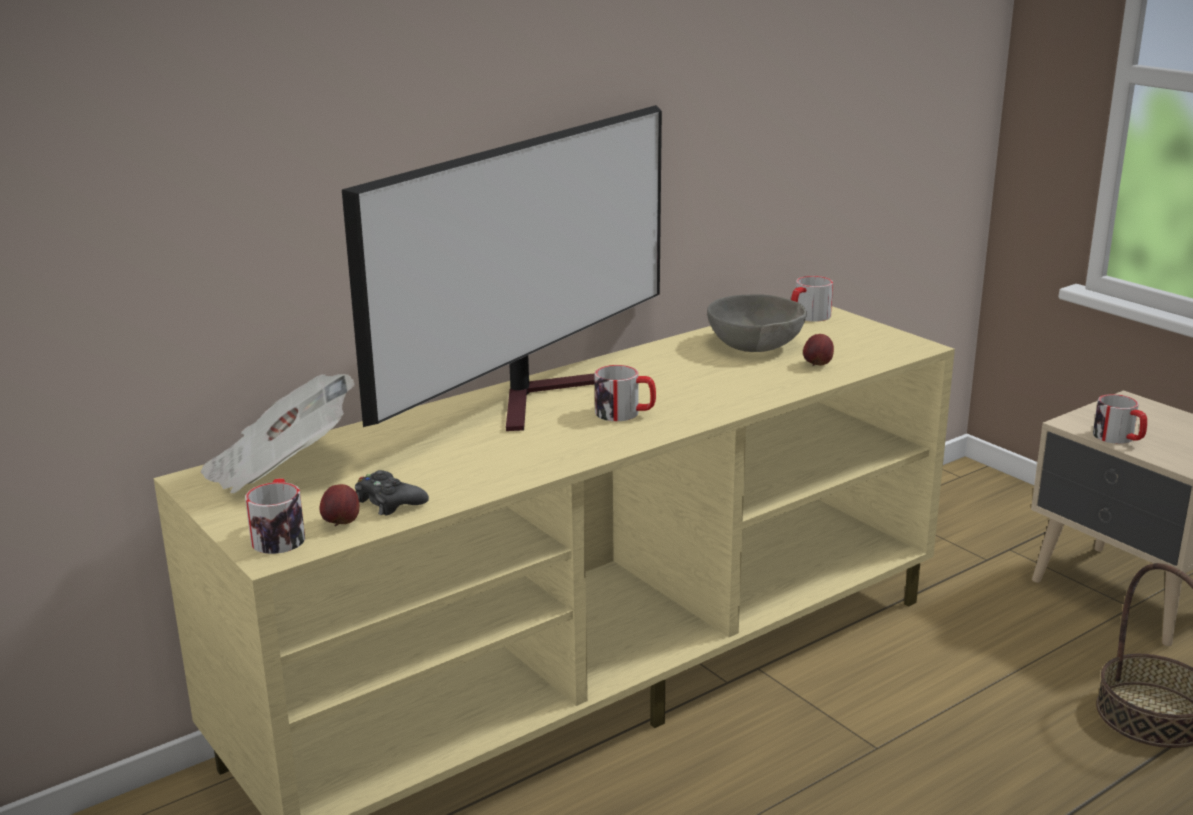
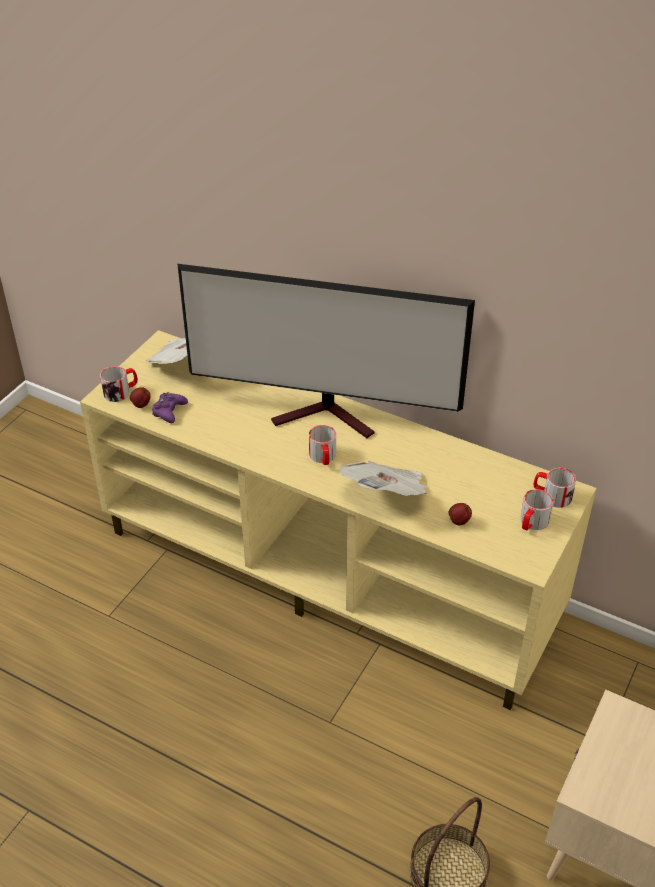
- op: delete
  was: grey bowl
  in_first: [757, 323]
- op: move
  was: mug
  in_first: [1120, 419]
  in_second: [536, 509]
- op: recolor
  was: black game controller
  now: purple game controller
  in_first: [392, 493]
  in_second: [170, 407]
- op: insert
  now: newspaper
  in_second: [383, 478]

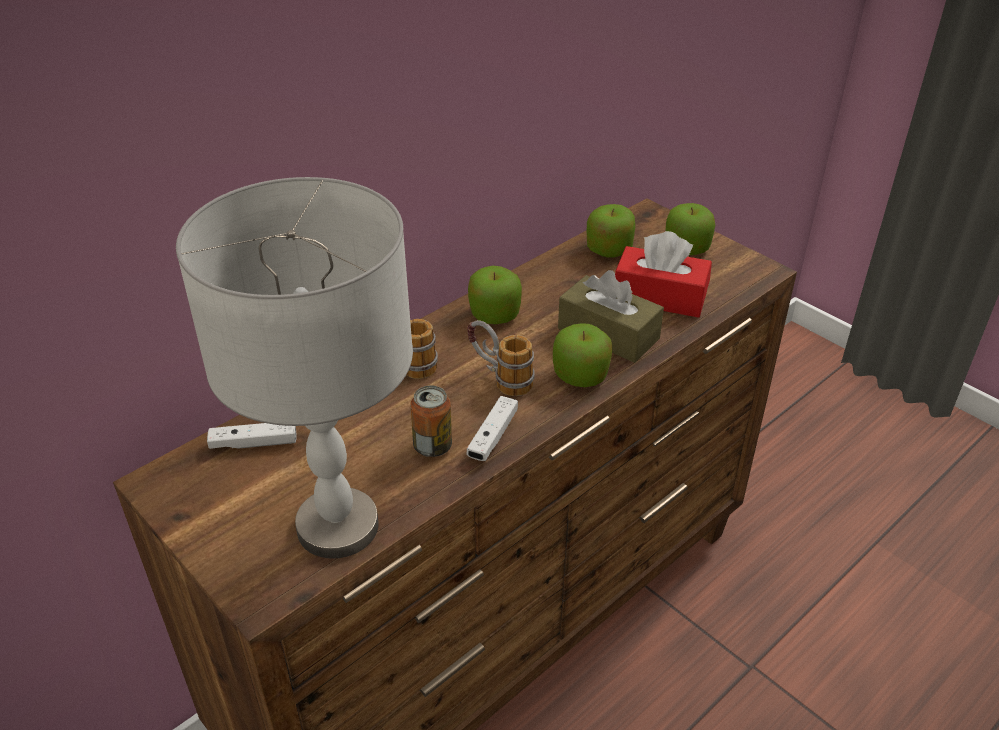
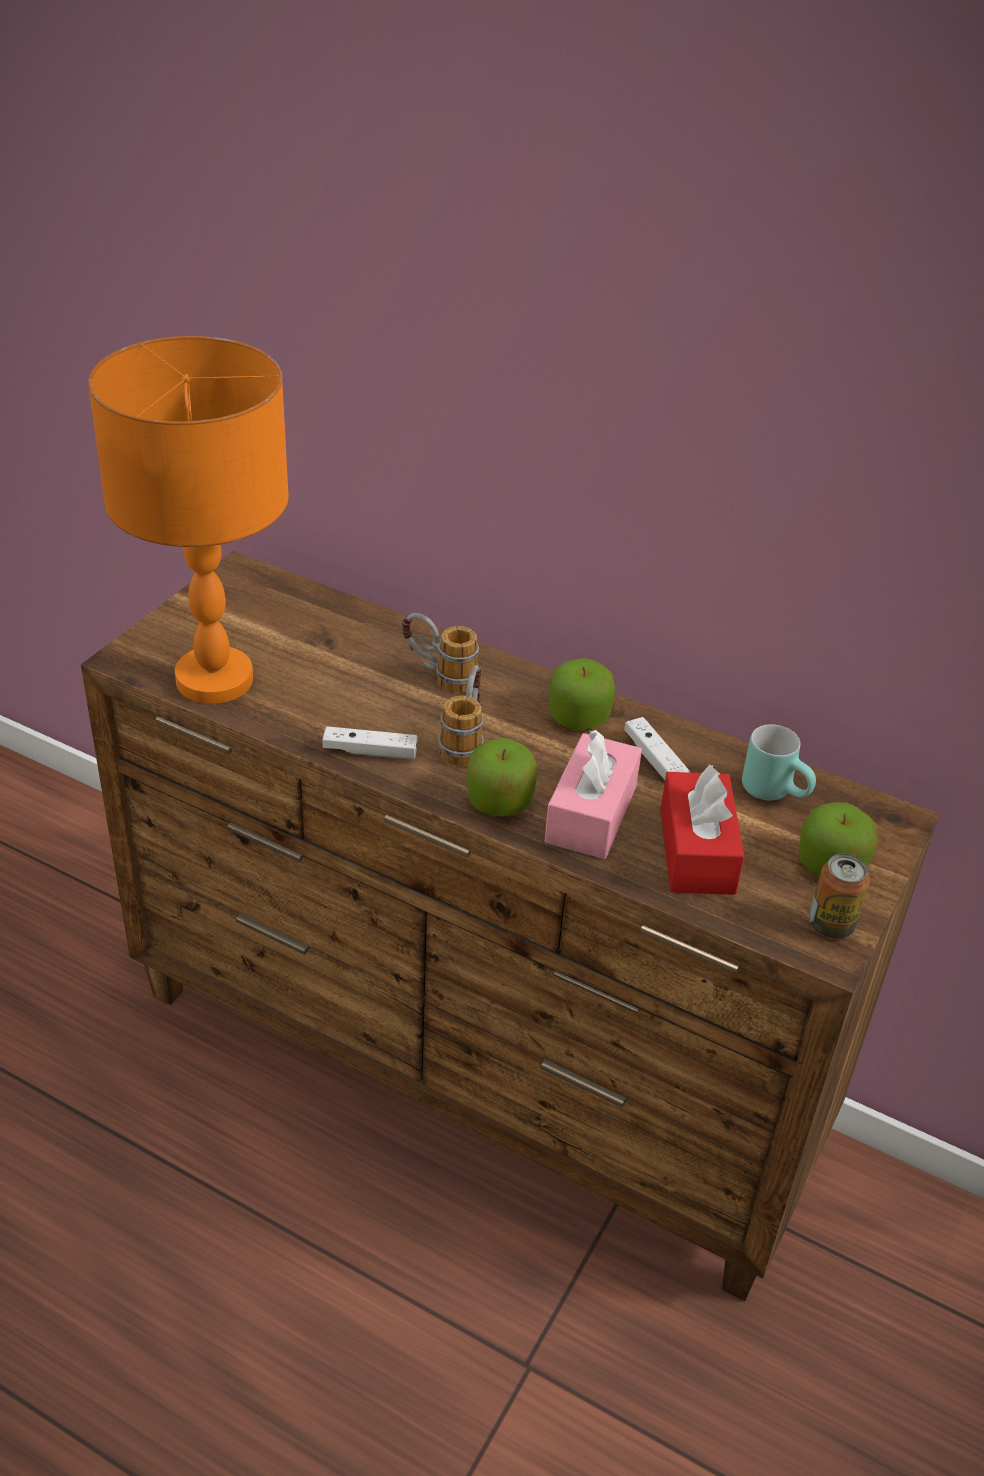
- op: recolor
  was: grey table lamp
  now: orange table lamp
  in_first: [294, 368]
  in_second: [188, 520]
- op: replace
  was: apple
  now: turquoise mug
  in_first: [611, 231]
  in_second: [779, 762]
- op: recolor
  was: brown tissue box
  now: pink tissue box
  in_first: [611, 316]
  in_second: [593, 794]
- op: move
  was: can
  in_first: [431, 421]
  in_second: [839, 896]
- op: move
  was: white game controller
  in_first: [252, 436]
  in_second: [657, 748]

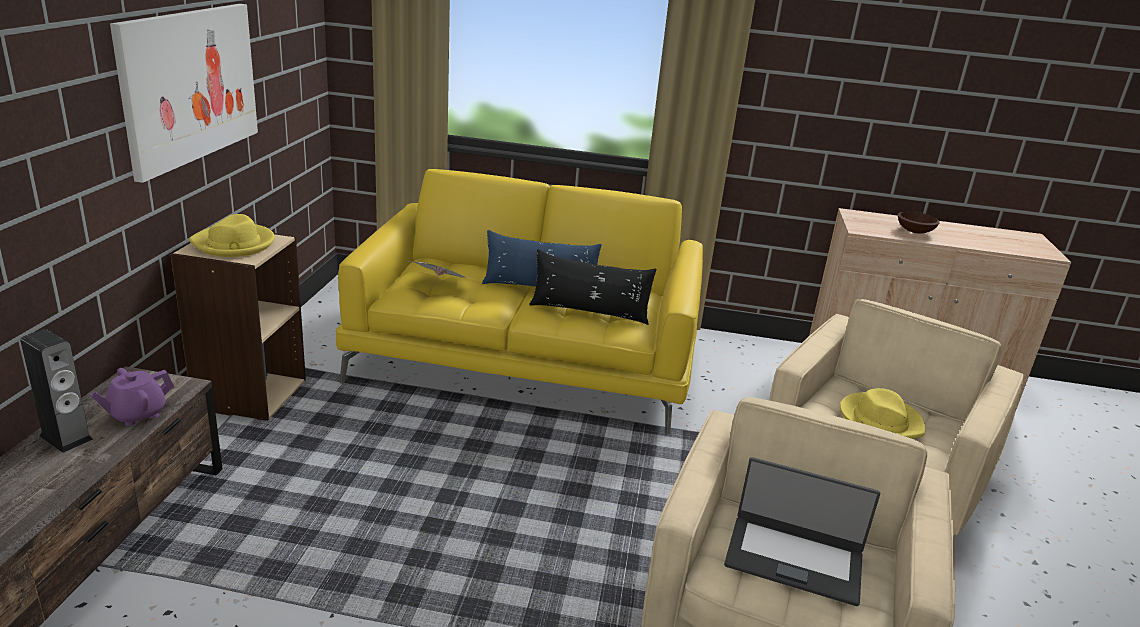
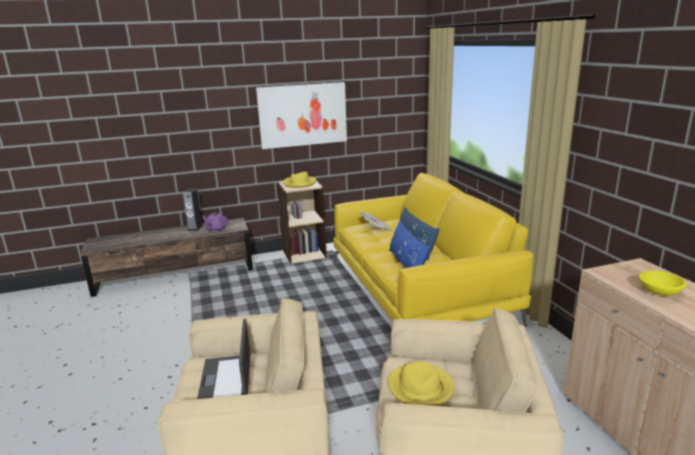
- op: recolor
  was: brown bowl
  now: yellow bowl
  in_first: [919, 222]
  in_second: [663, 283]
- op: recolor
  was: black pillow
  now: blue pillow
  in_first: [592, 287]
  in_second: [409, 244]

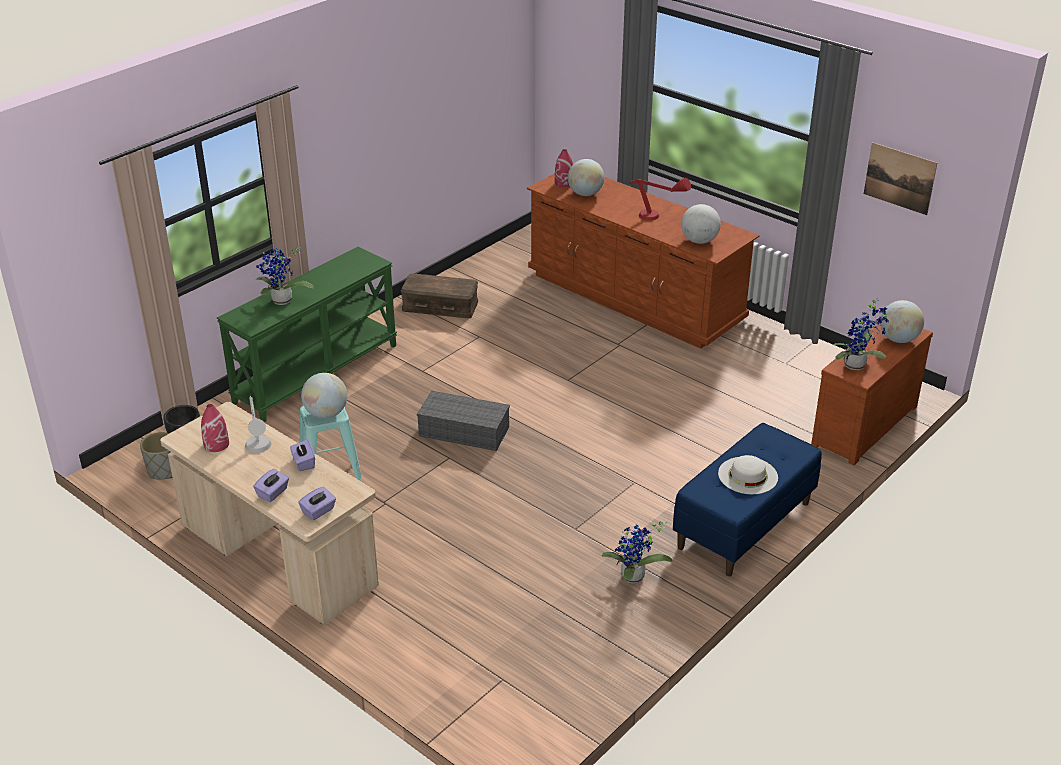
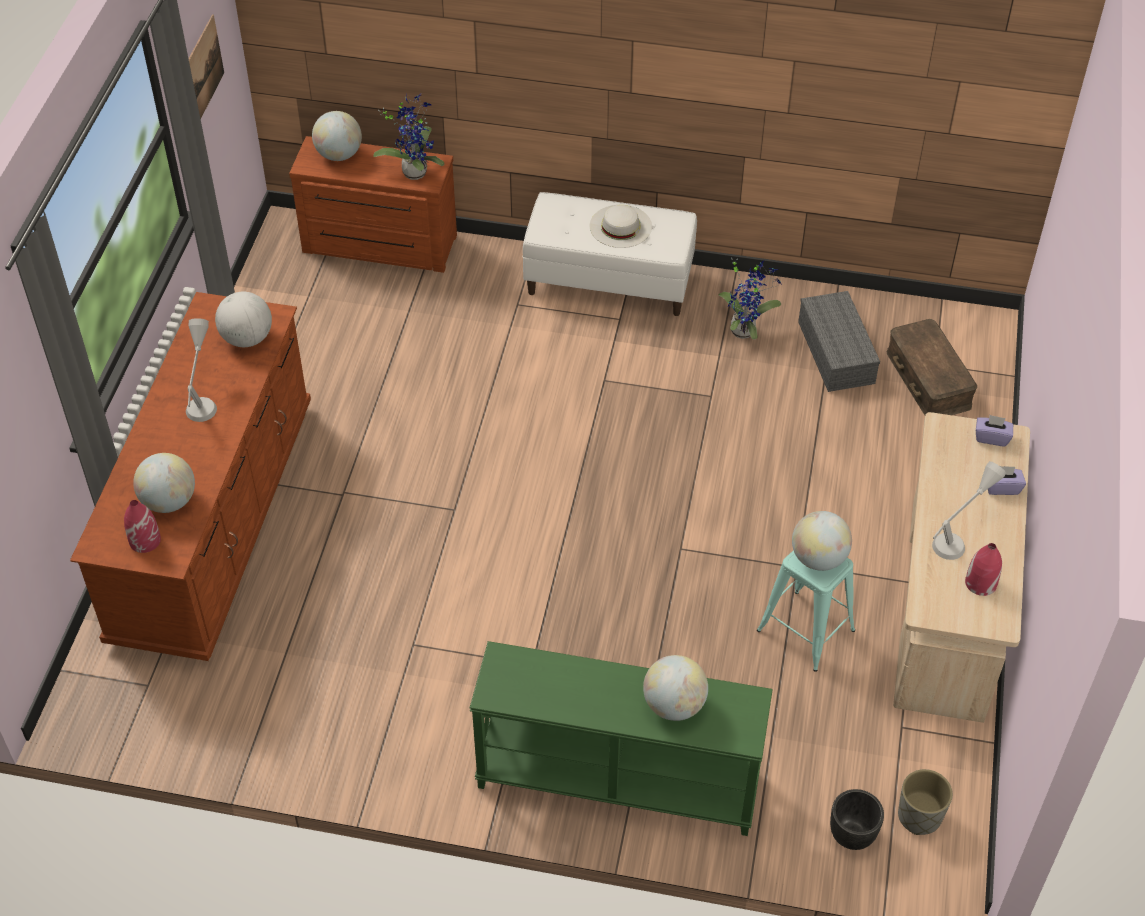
- op: recolor
  was: red table lamp
  now: grey table lamp
  in_first: [660, 199]
  in_second: [201, 370]
- op: replace
  was: potted plant
  now: globe
  in_first: [285, 276]
  in_second: [675, 688]
- op: move
  was: brown storage box
  in_first: [439, 296]
  in_second: [932, 367]
- op: move
  was: grey storage box
  in_first: [463, 421]
  in_second: [839, 341]
- op: recolor
  was: blue bench
  now: white bench
  in_first: [747, 499]
  in_second: [610, 254]
- op: delete
  was: purple tissue box
  in_first: [302, 455]

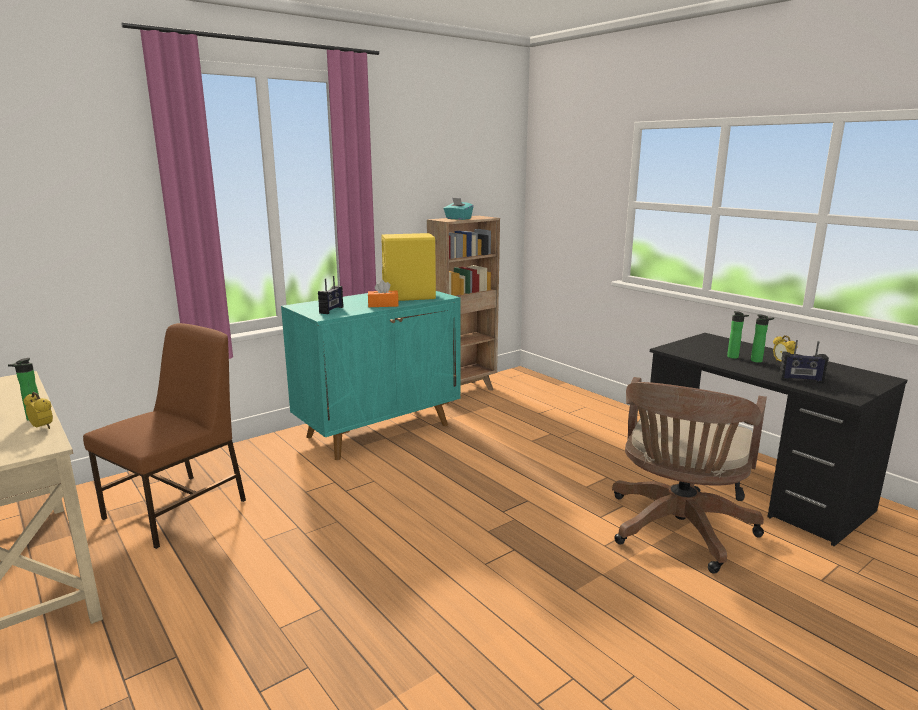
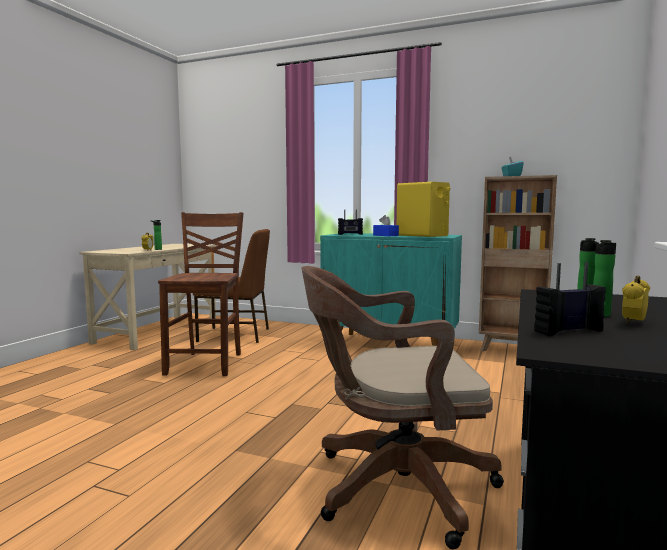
- op: recolor
  was: orange tissue box
  now: blue tissue box
  in_first: [383, 293]
  in_second: [386, 225]
- op: rotate
  was: radio
  in_first: [804, 361]
  in_second: [570, 299]
  clockwise: 90
- op: insert
  now: brown chair
  in_second: [201, 294]

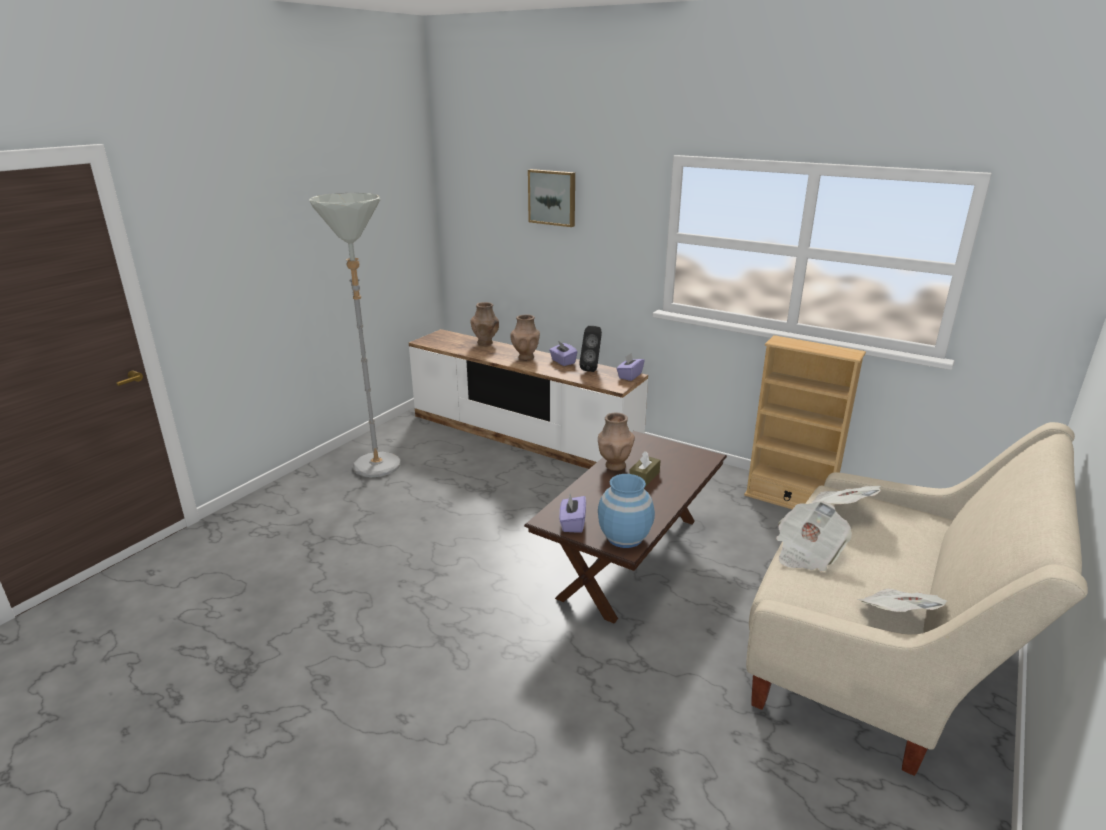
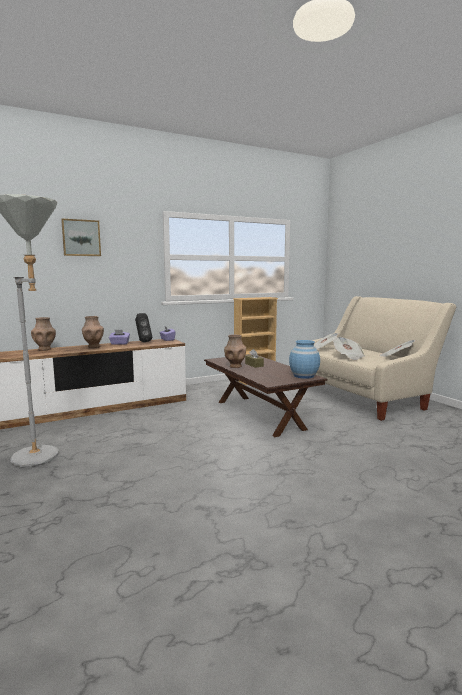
- op: delete
  was: purple tissue box
  in_first: [572, 513]

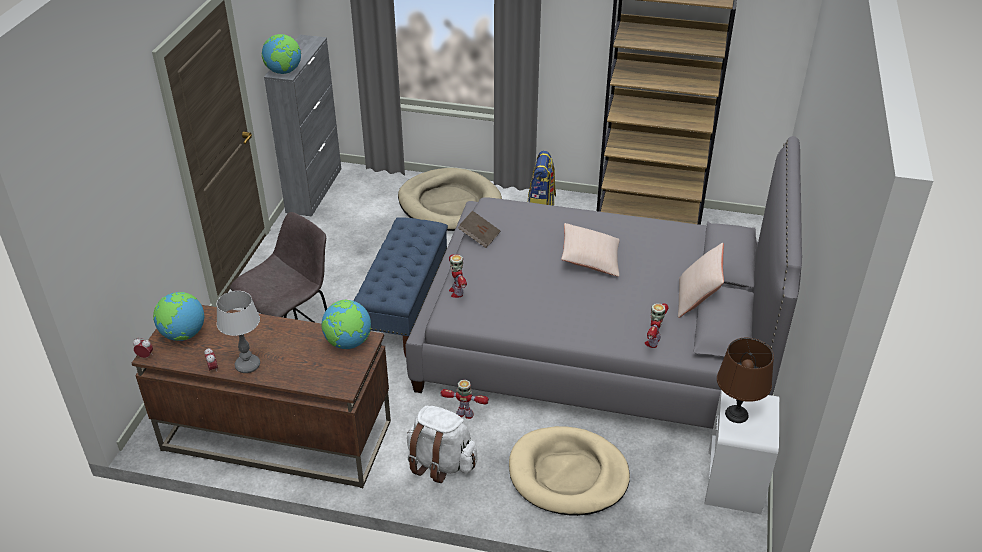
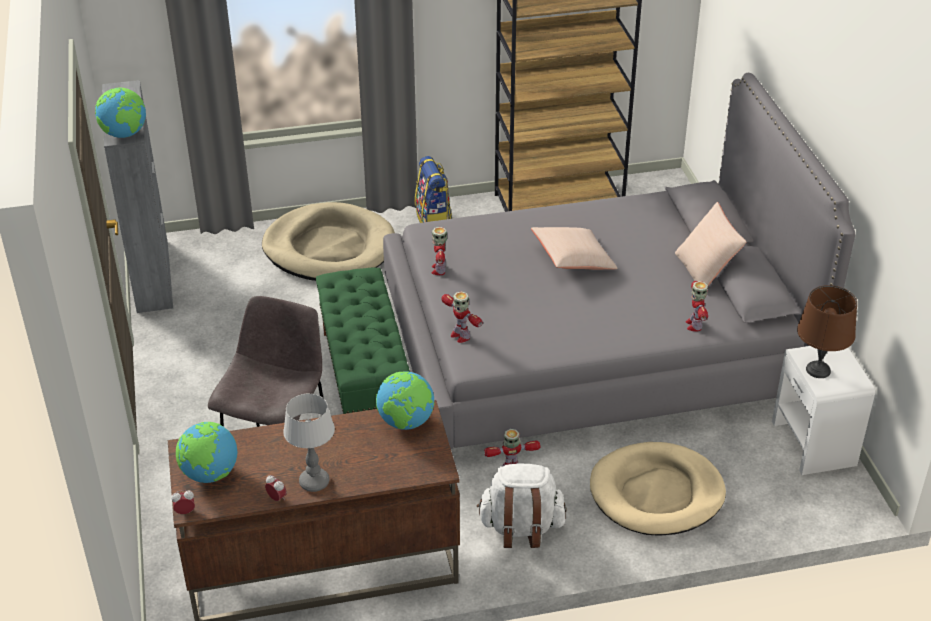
- op: replace
  was: brown book
  now: toy robot
  in_first: [479, 229]
  in_second: [439, 251]
- op: recolor
  was: blue bench
  now: green bench
  in_first: [401, 287]
  in_second: [363, 341]

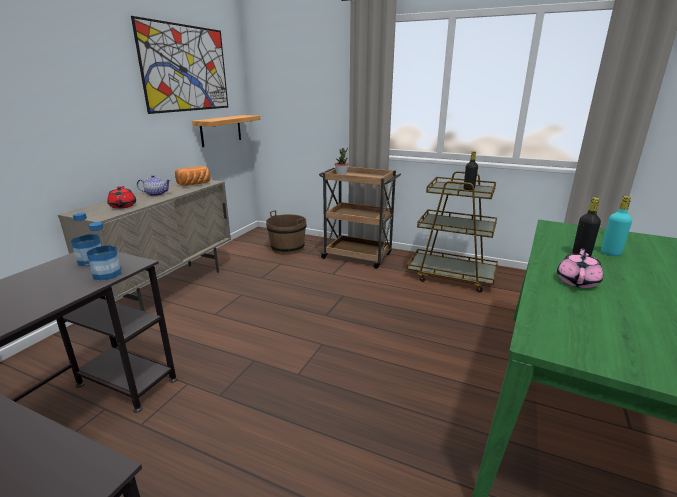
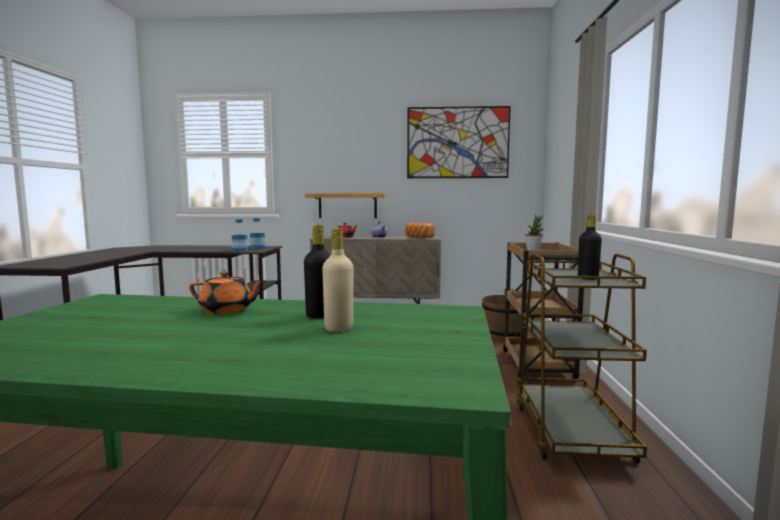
- op: move
  was: shelf
  in_first: [226, 131]
  in_second: [345, 205]
- op: recolor
  was: turquoise bottle
  now: beige bottle
  in_first: [616, 226]
  in_second: [337, 280]
- op: recolor
  was: pink teapot
  now: orange teapot
  in_first: [580, 268]
  in_second: [227, 292]

